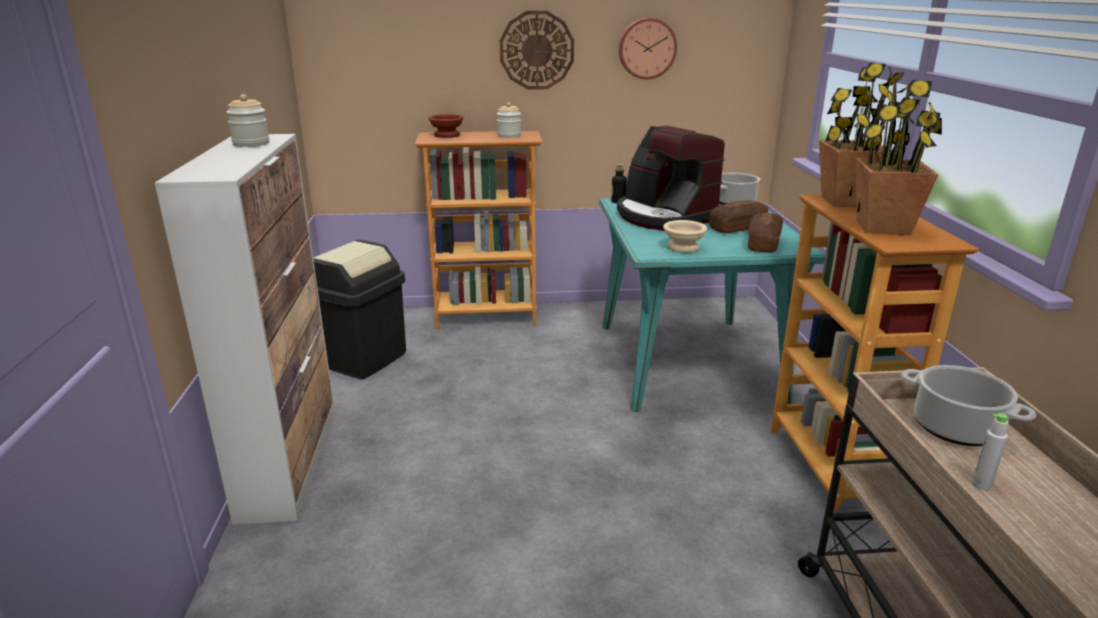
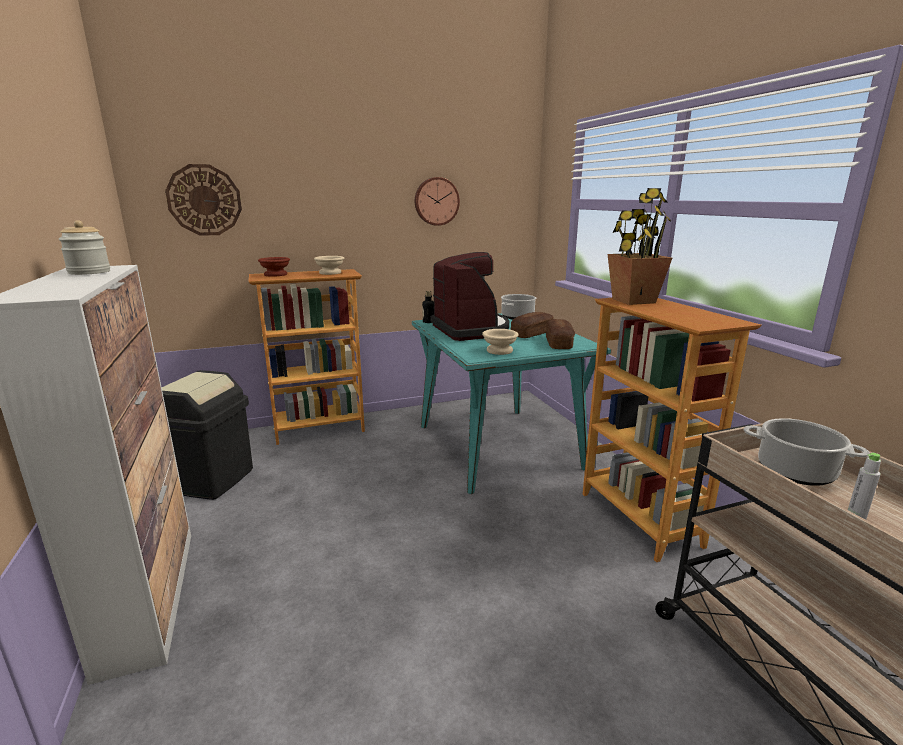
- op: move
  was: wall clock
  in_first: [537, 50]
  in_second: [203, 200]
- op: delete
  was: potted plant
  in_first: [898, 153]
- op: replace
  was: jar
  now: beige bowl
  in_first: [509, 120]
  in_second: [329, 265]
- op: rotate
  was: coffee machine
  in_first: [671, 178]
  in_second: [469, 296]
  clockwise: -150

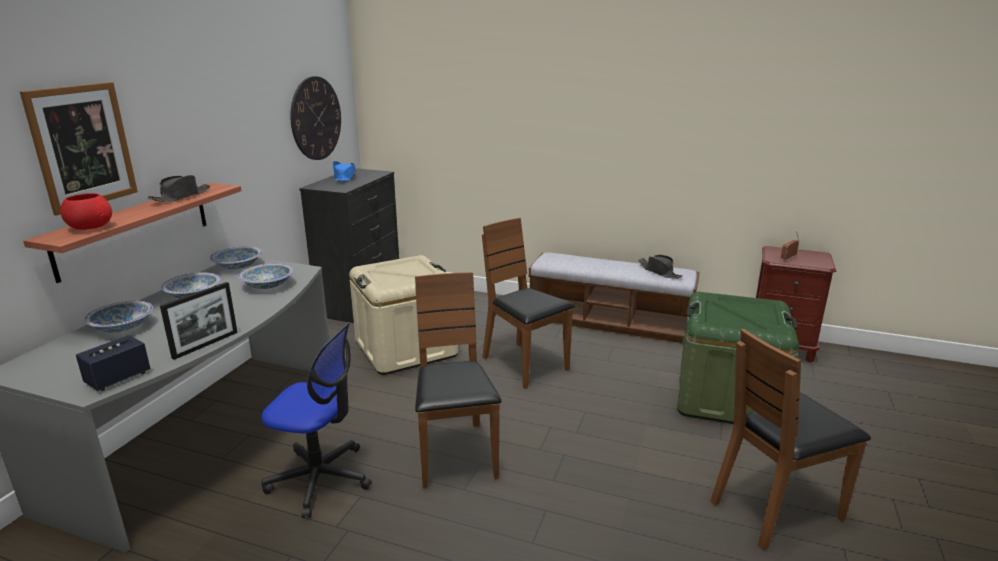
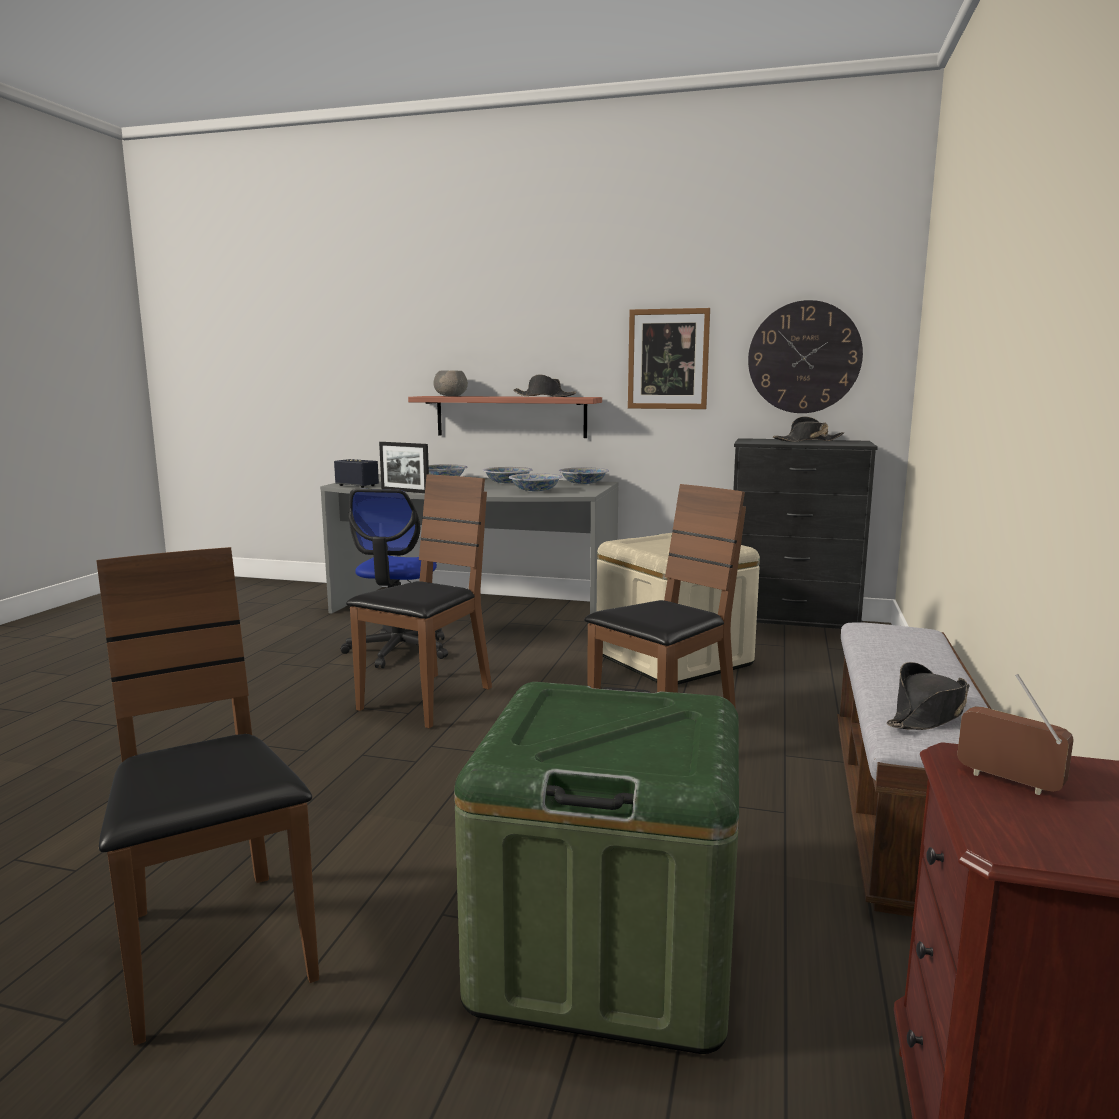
- op: move
  was: picture
  in_first: [79, 149]
  in_second: [669, 358]
- op: recolor
  was: blue hat
  now: black hat
  in_first: [344, 171]
  in_second: [808, 429]
- op: recolor
  was: red bowl
  now: grey bowl
  in_first: [86, 211]
  in_second: [451, 383]
- op: rotate
  was: brown chair
  in_first: [458, 380]
  in_second: [419, 601]
  clockwise: -45

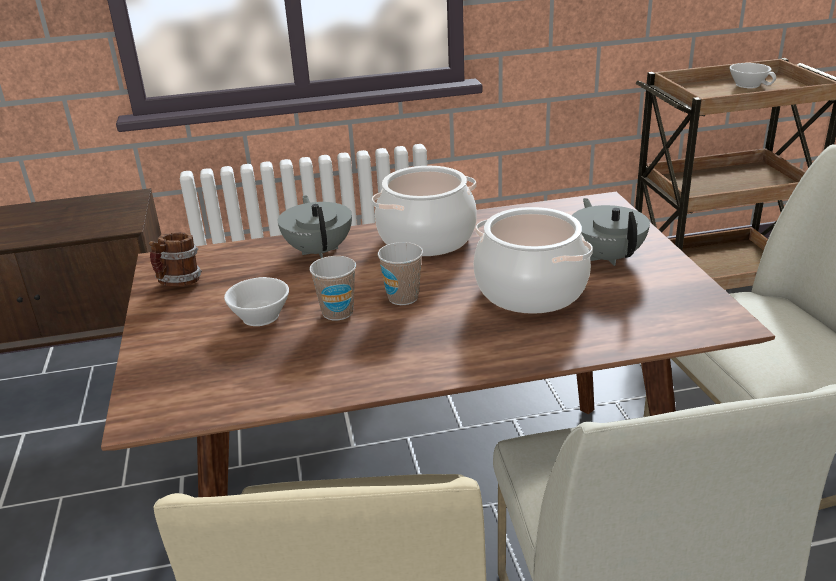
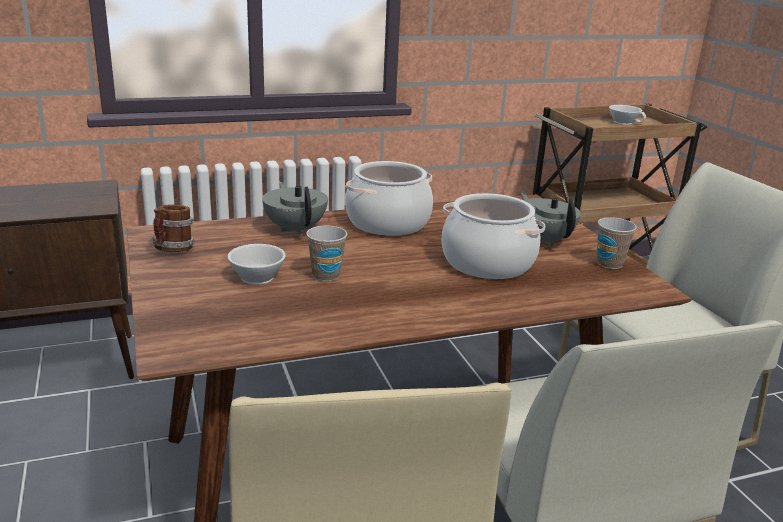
- op: move
  was: cup
  in_first: [400, 273]
  in_second: [617, 243]

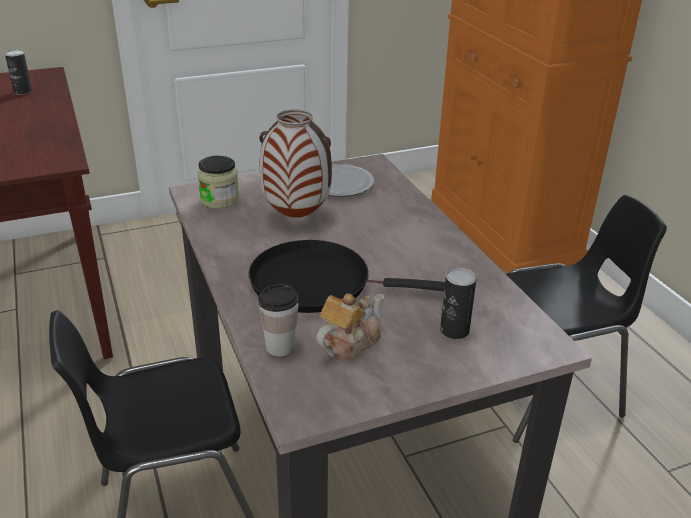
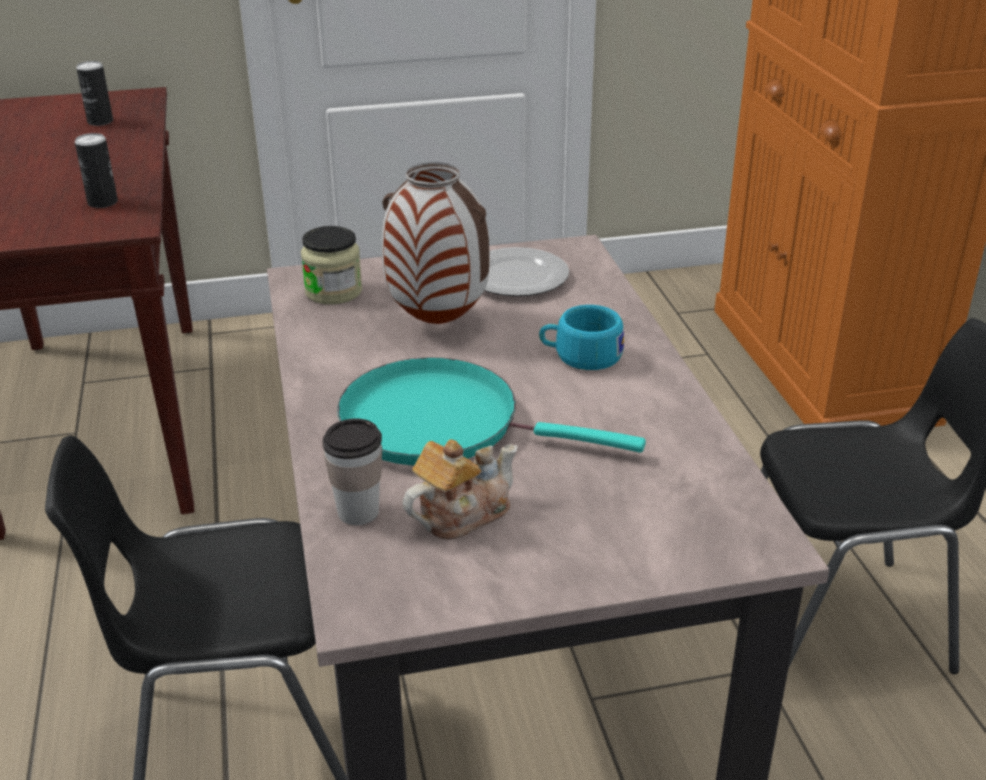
- op: recolor
  was: black frying pan
  now: turquoise frying pan
  in_first: [347, 276]
  in_second: [491, 411]
- op: move
  was: can
  in_first: [458, 303]
  in_second: [96, 170]
- op: insert
  now: turquoise cup
  in_second: [581, 337]

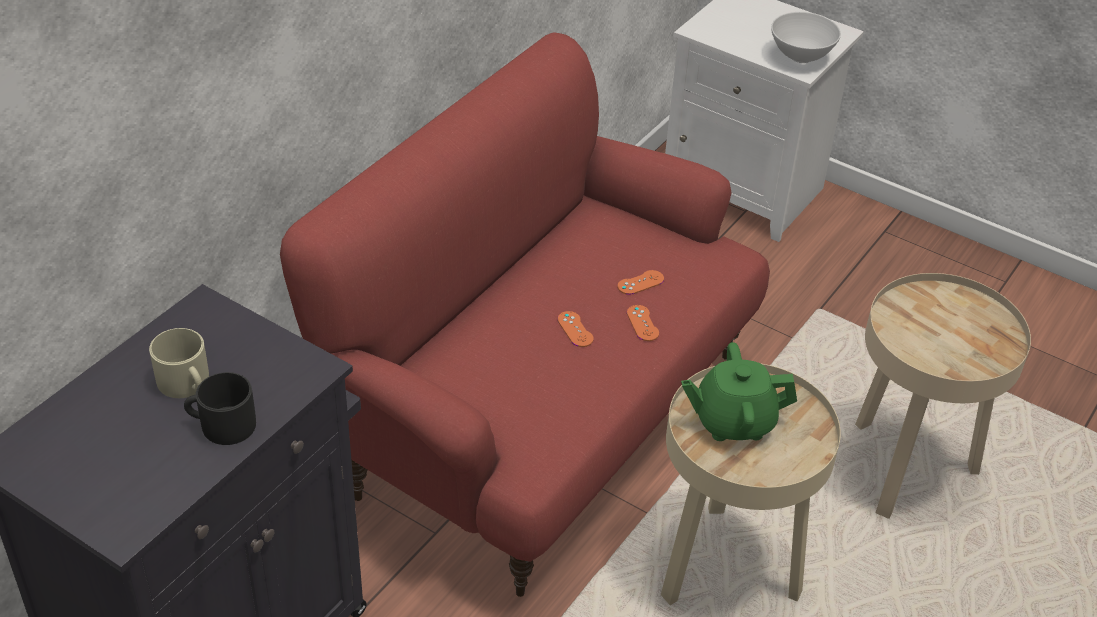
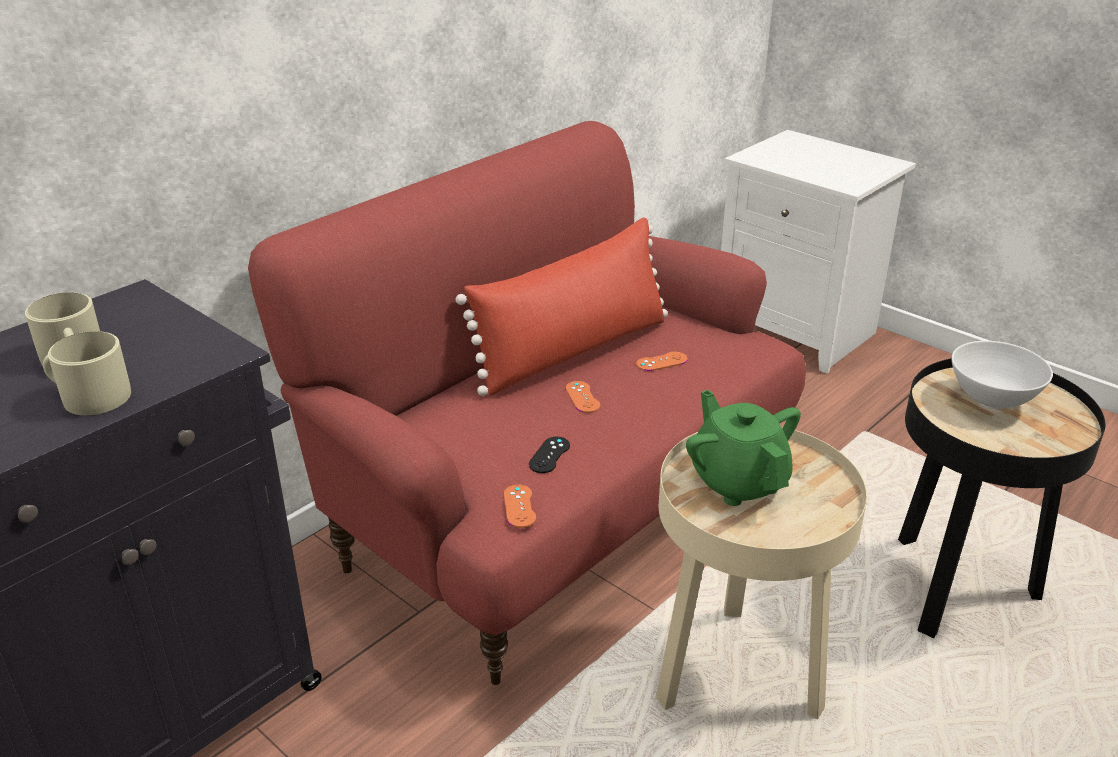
- op: move
  was: white bowl
  in_first: [806, 37]
  in_second: [1002, 375]
- op: recolor
  was: beige side table
  now: black side table
  in_first: [943, 396]
  in_second: [1001, 498]
- op: move
  was: orange game controller
  in_first: [643, 323]
  in_second: [520, 506]
- op: rotate
  was: green teapot
  in_first: [739, 391]
  in_second: [743, 448]
  clockwise: 60
- op: recolor
  was: black mug
  now: beige mug
  in_first: [220, 408]
  in_second: [87, 373]
- op: insert
  now: red pillow
  in_second: [562, 306]
- op: insert
  now: black game controller
  in_second: [549, 455]

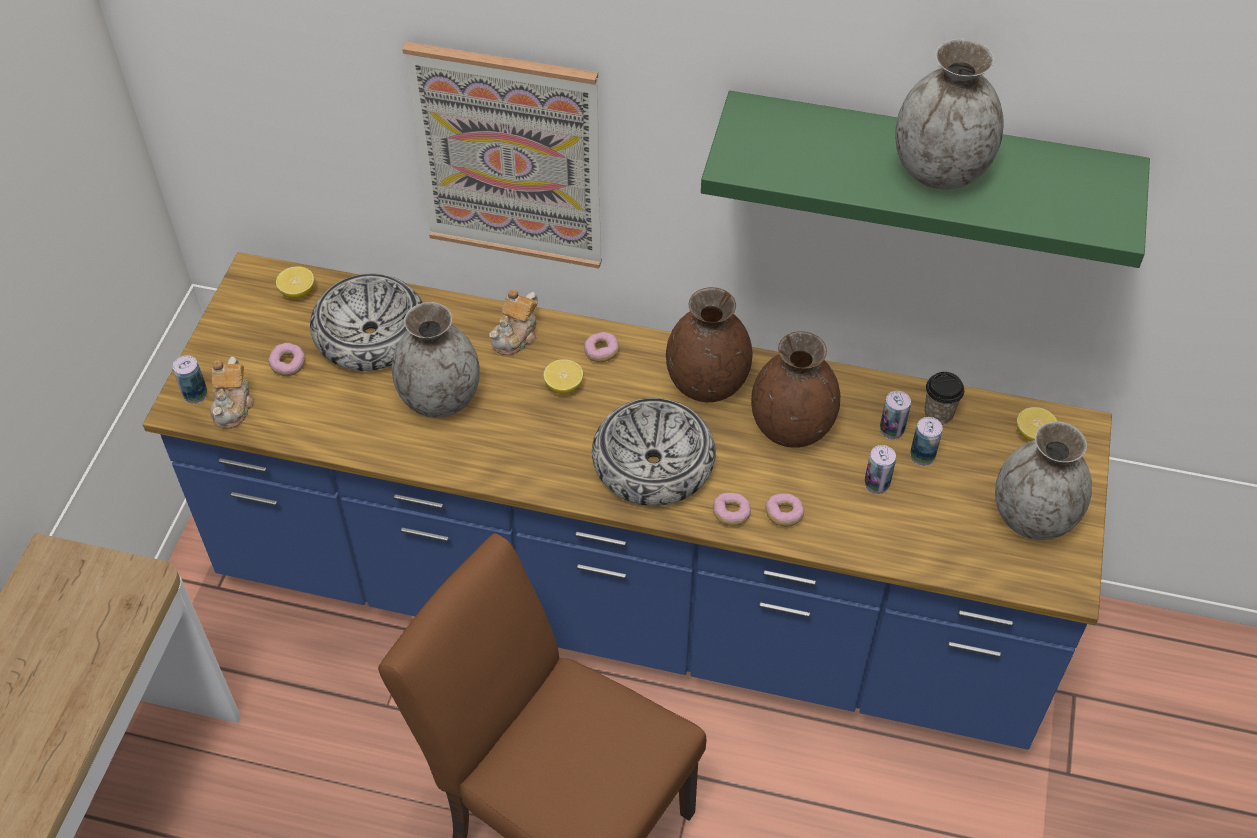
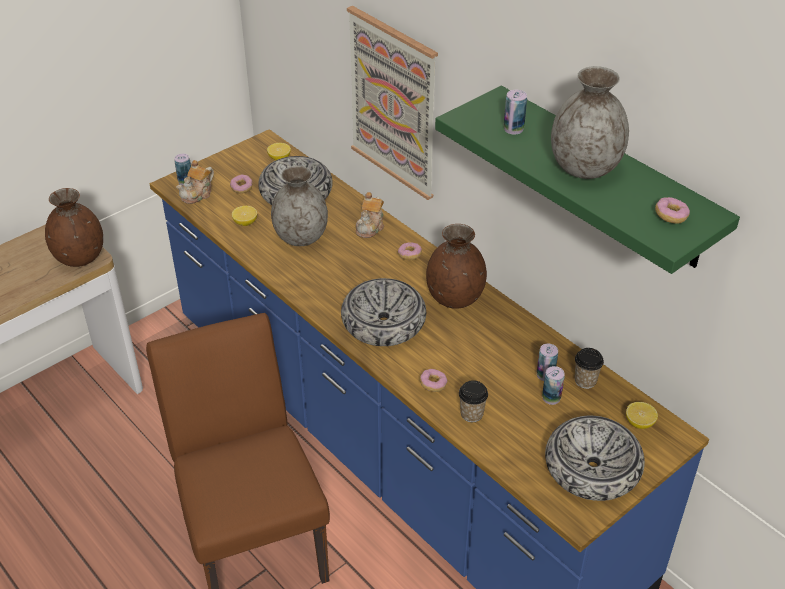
- op: rotate
  was: teapot
  in_first: [513, 322]
  in_second: [370, 215]
  clockwise: -45
- op: move
  was: brown vase
  in_first: [795, 389]
  in_second: [74, 227]
- op: move
  was: lemon
  in_first: [563, 376]
  in_second: [244, 216]
- op: replace
  was: grey vase
  now: bowl
  in_first: [1043, 481]
  in_second: [595, 458]
- op: move
  was: can
  in_first: [880, 469]
  in_second: [515, 112]
- op: move
  was: donut
  in_first: [732, 509]
  in_second: [672, 210]
- op: insert
  now: cup
  in_second: [473, 401]

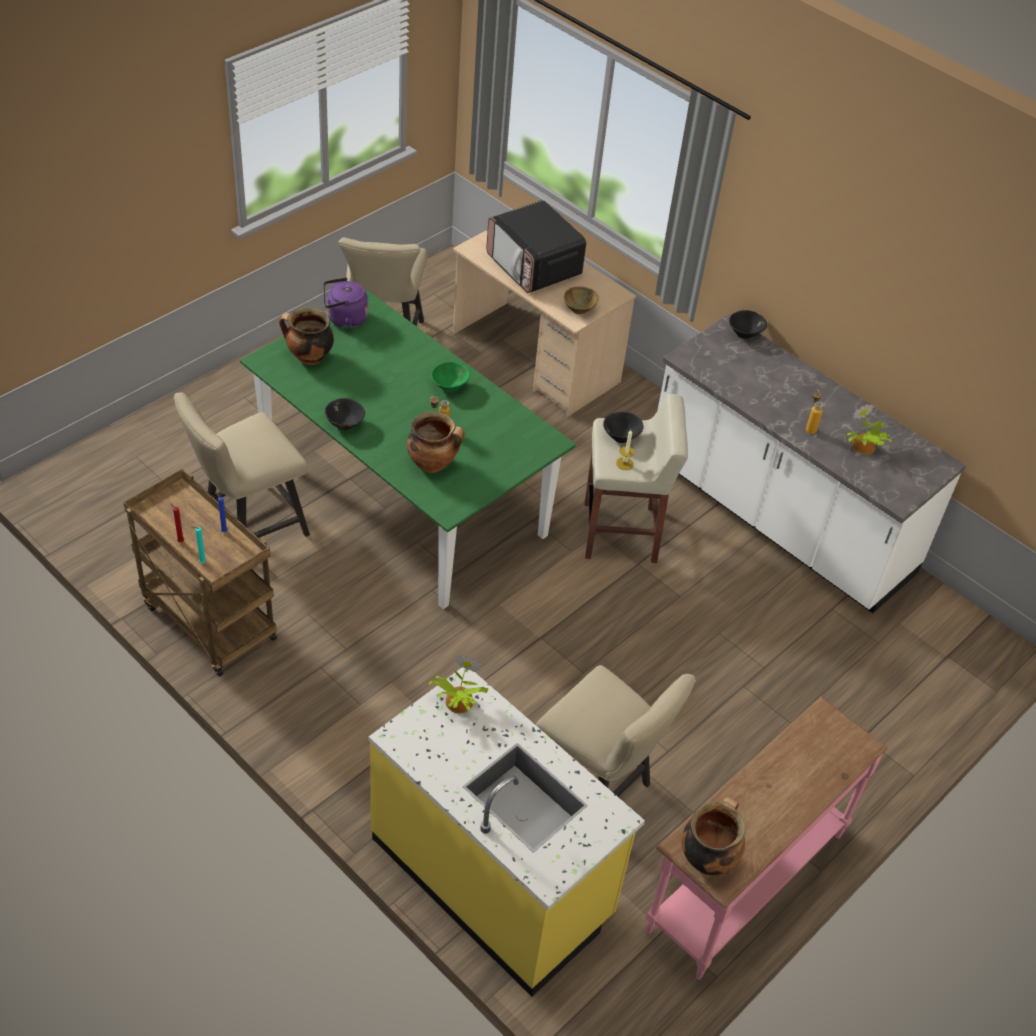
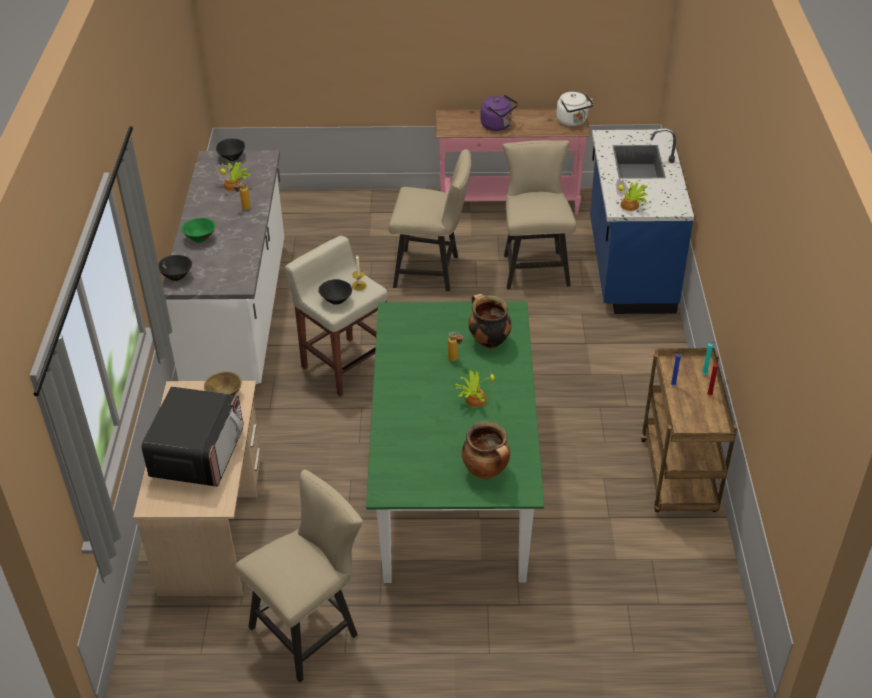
- op: move
  was: purple kettle
  in_first: [345, 303]
  in_second: [499, 113]
- op: move
  was: green bowl
  in_first: [450, 377]
  in_second: [198, 230]
- op: move
  was: beige chair
  in_first: [242, 465]
  in_second: [430, 220]
- op: move
  was: black bowl
  in_first: [345, 414]
  in_second: [230, 149]
- op: recolor
  was: yellow counter
  now: blue counter
  in_first: [507, 832]
  in_second: [642, 221]
- op: replace
  was: cooking pot
  now: white kettle
  in_first: [713, 835]
  in_second: [575, 109]
- op: insert
  now: potted plant
  in_second: [475, 388]

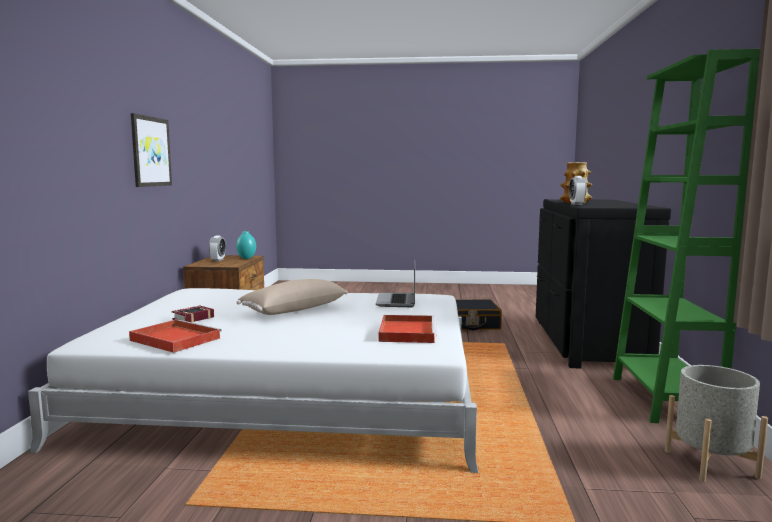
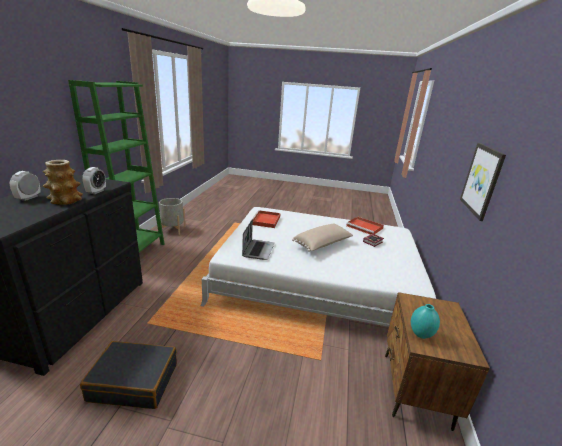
- op: move
  was: alarm clock
  in_first: [217, 249]
  in_second: [25, 186]

